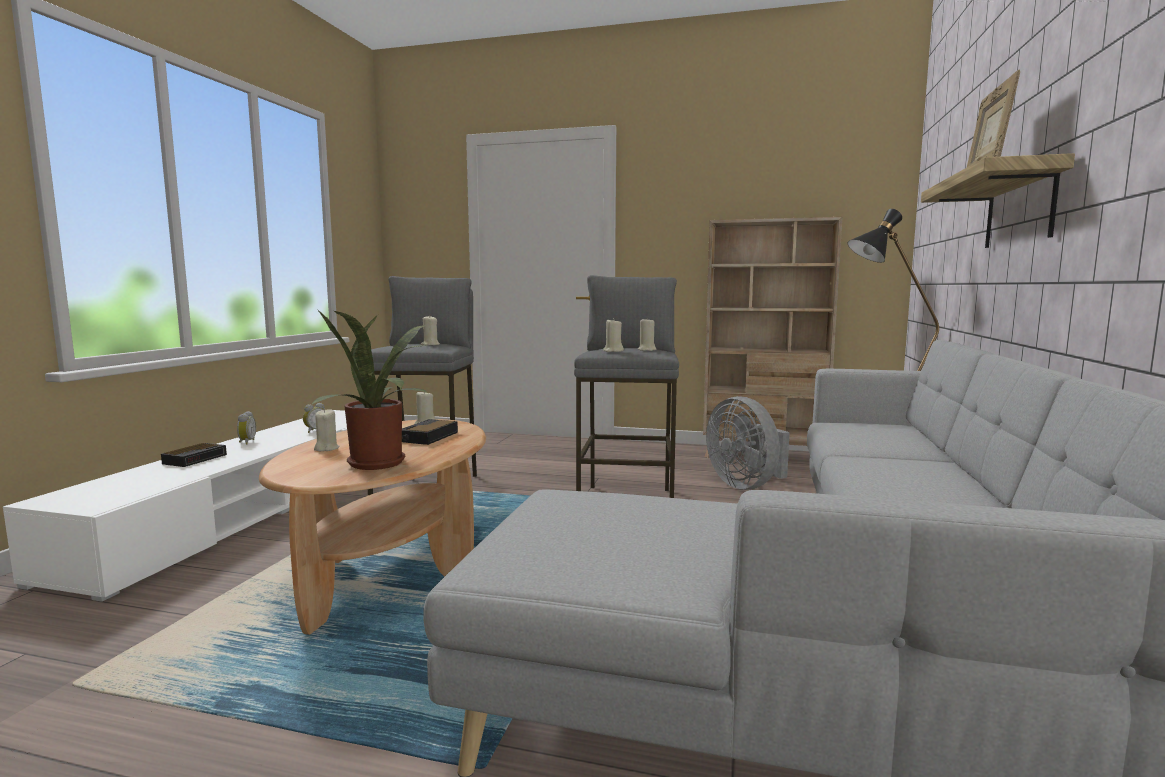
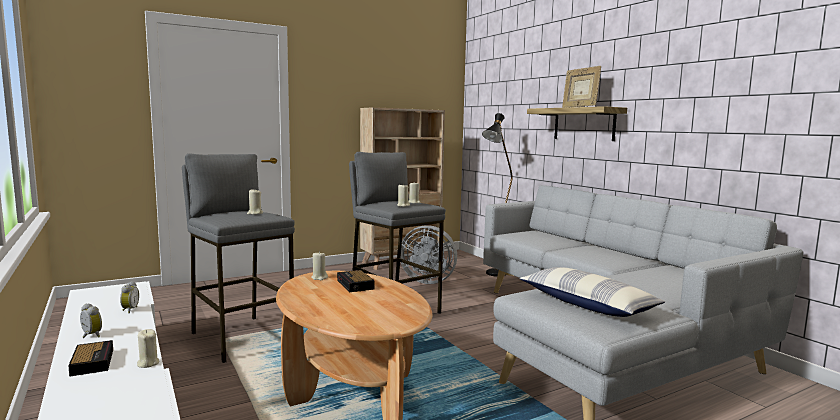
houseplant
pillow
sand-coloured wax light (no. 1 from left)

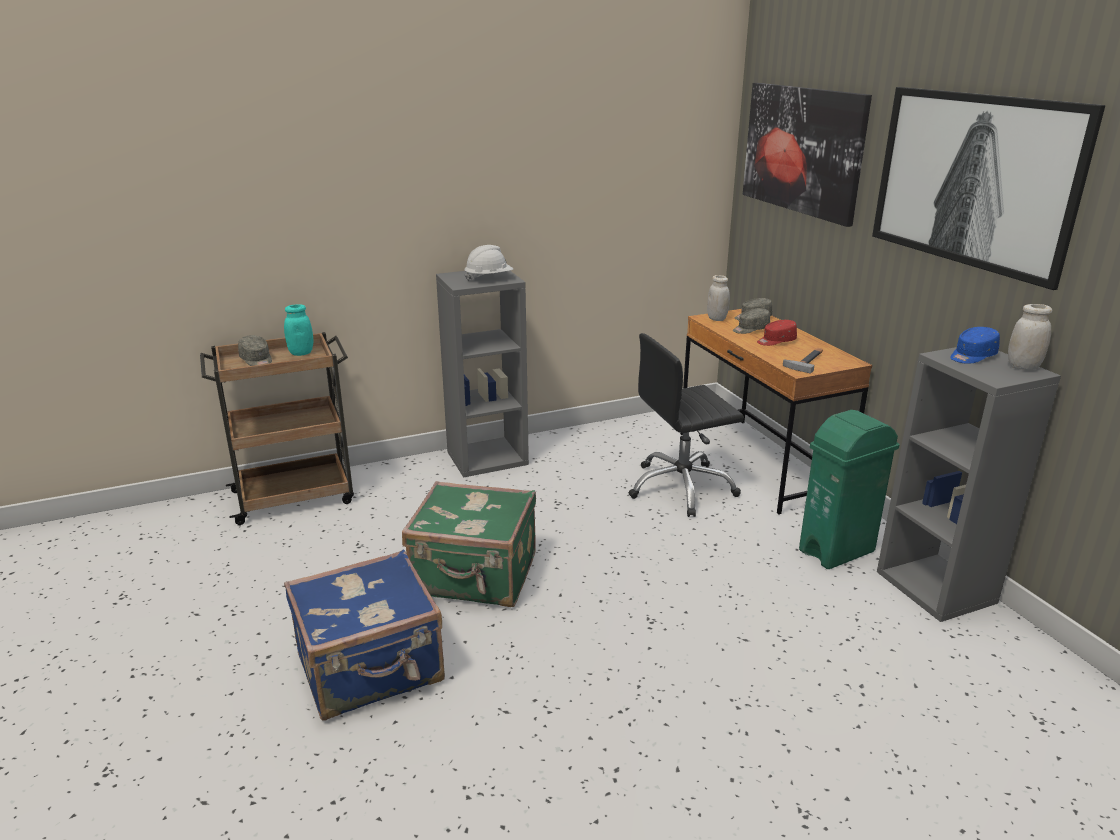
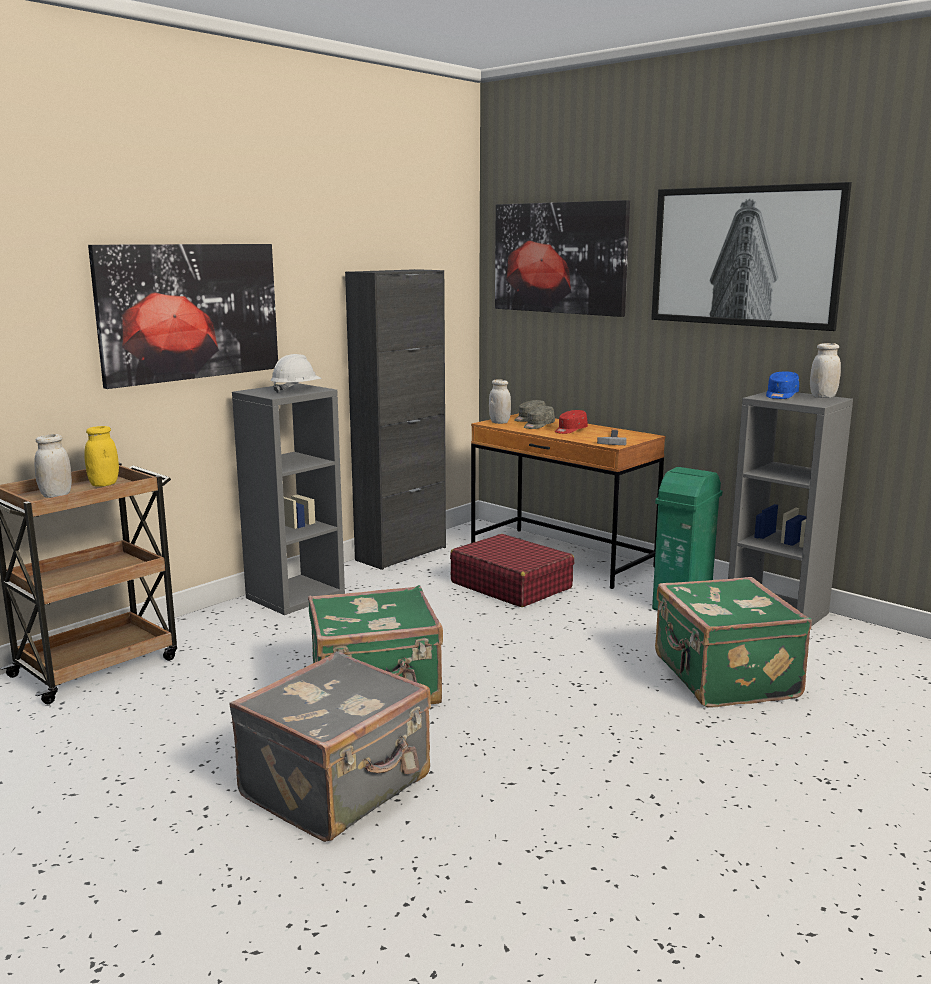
picture (no. 1 from left)
black-coloured storage cabinet
green-coloured piece of luggage (no. 2 from left)
white-coloured jar (no. 1 from left)
red piece of luggage
yellow jar
grey piece of luggage

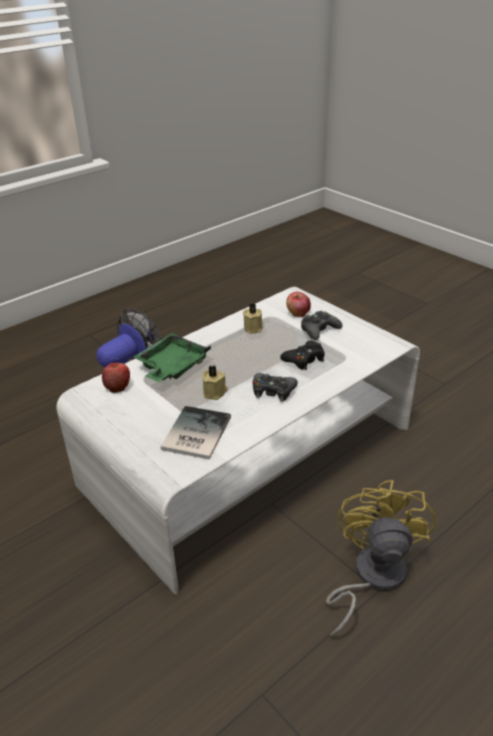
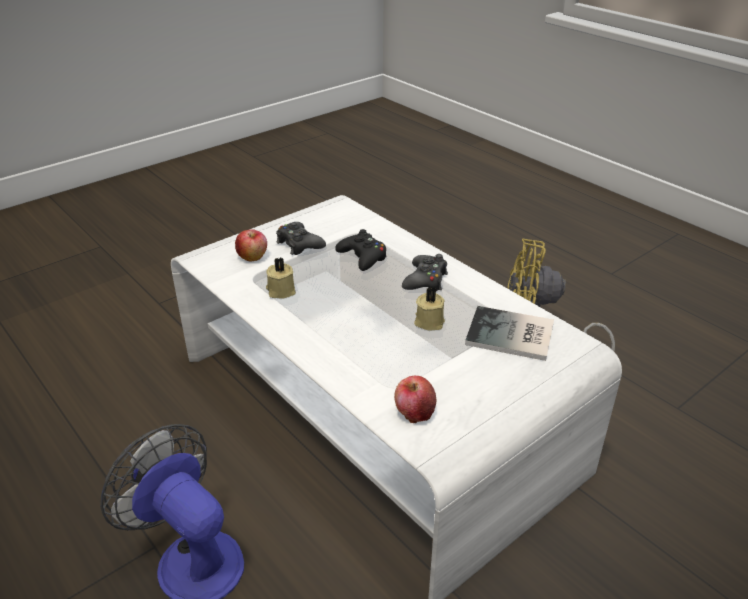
green-coloured serving tray

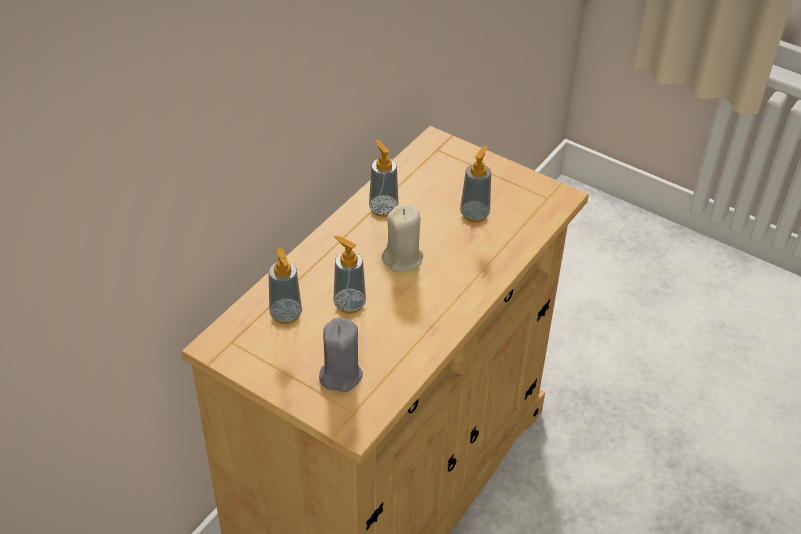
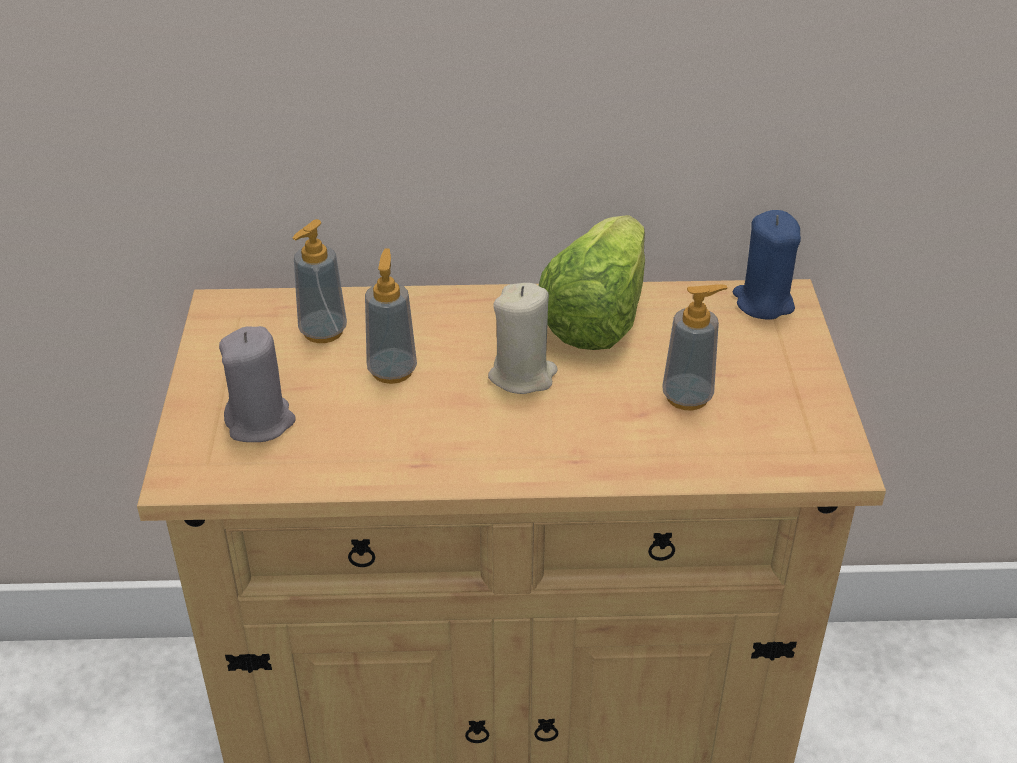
blue-coloured wax light
head of lettuce

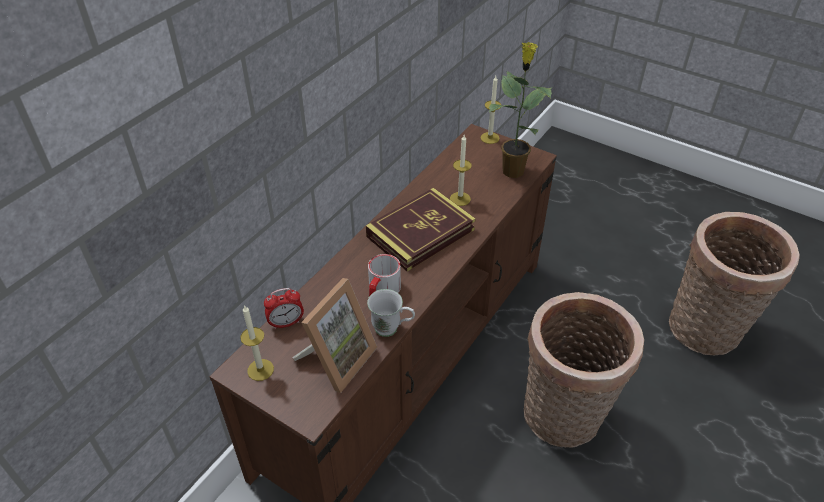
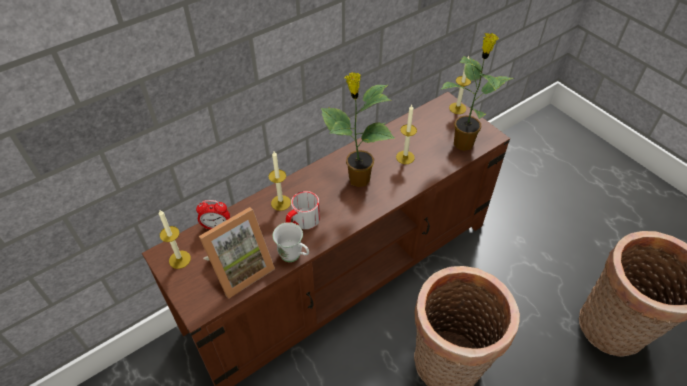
wax light (no. 2 from left)
houseplant (no. 1 from left)

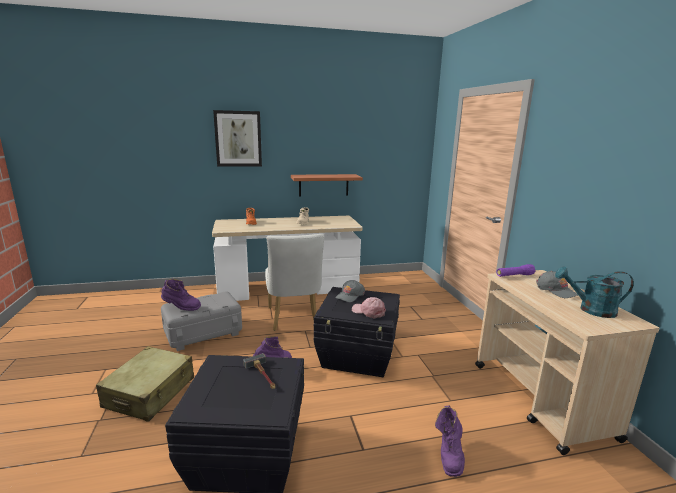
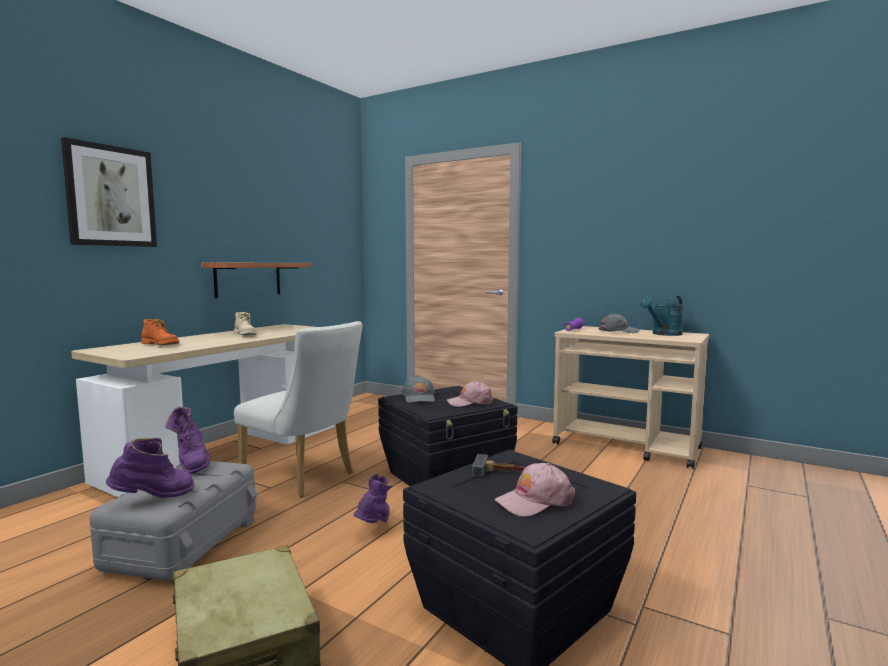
pink peaked cap (no. 2 from left)
purplish high-top boot (no. 2 from left)

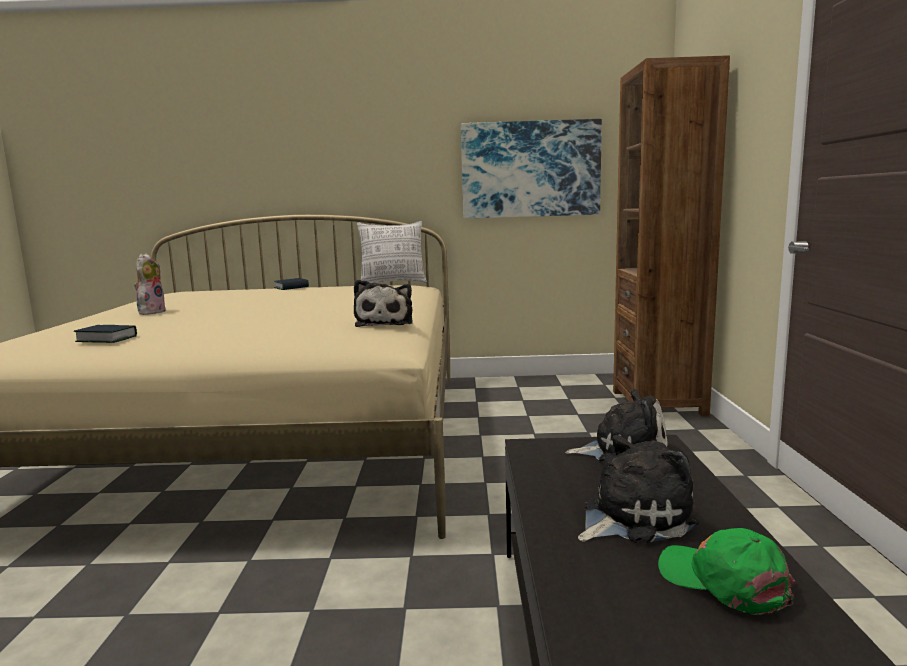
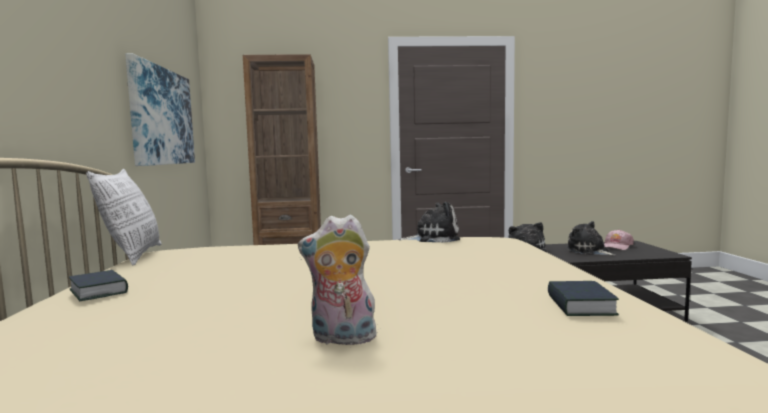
pink peaked cap

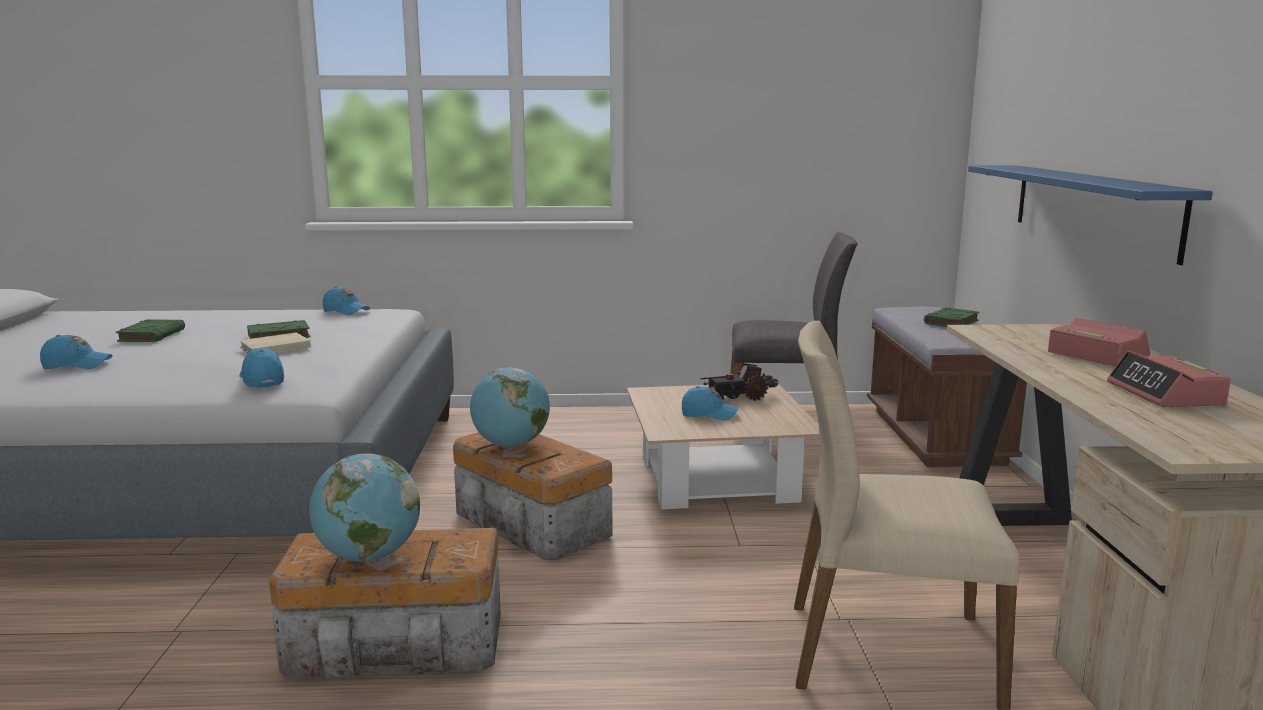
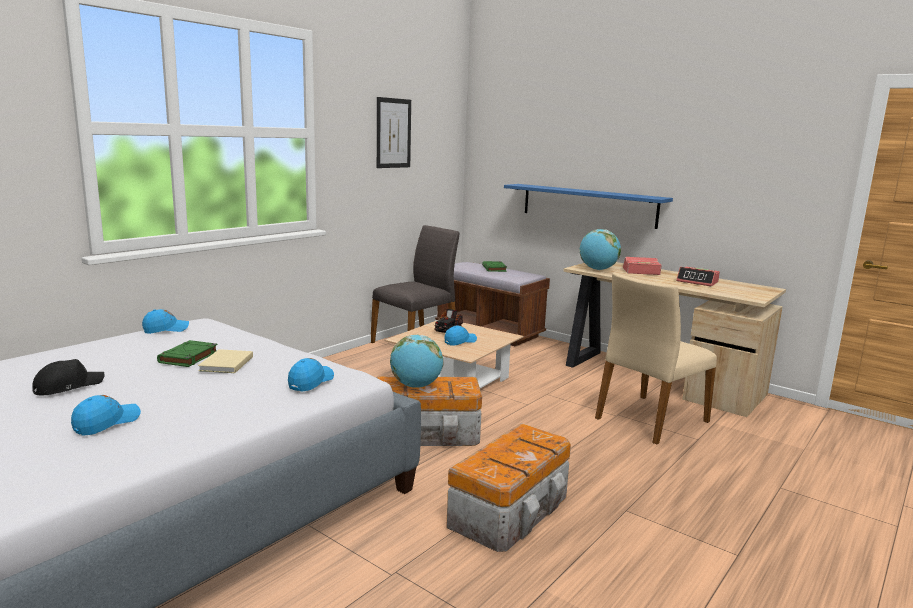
picture
globe (no. 2 from left)
black-coloured peaked cap
blue-coloured peaked cap (no. 3 from left)

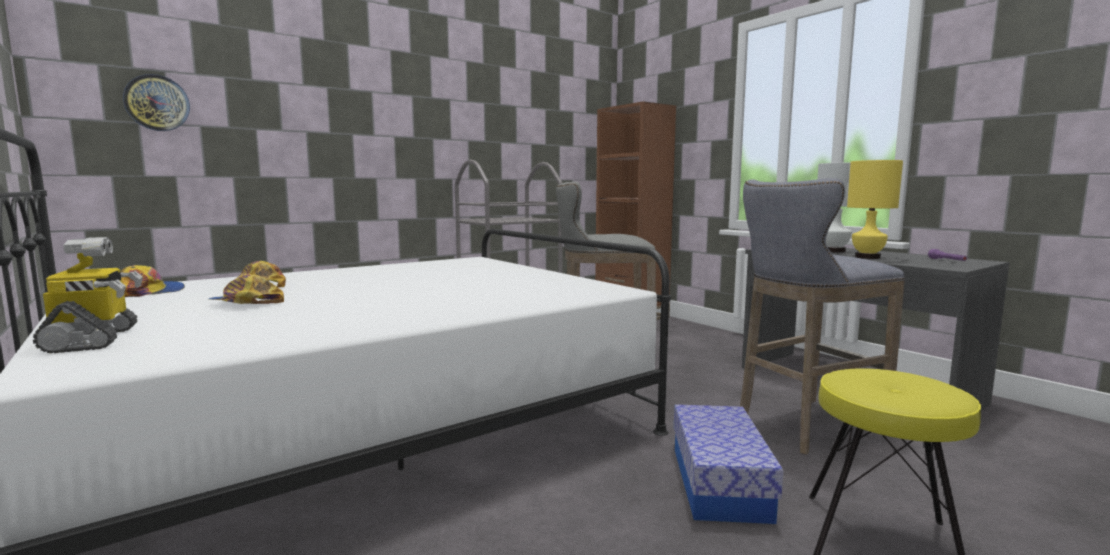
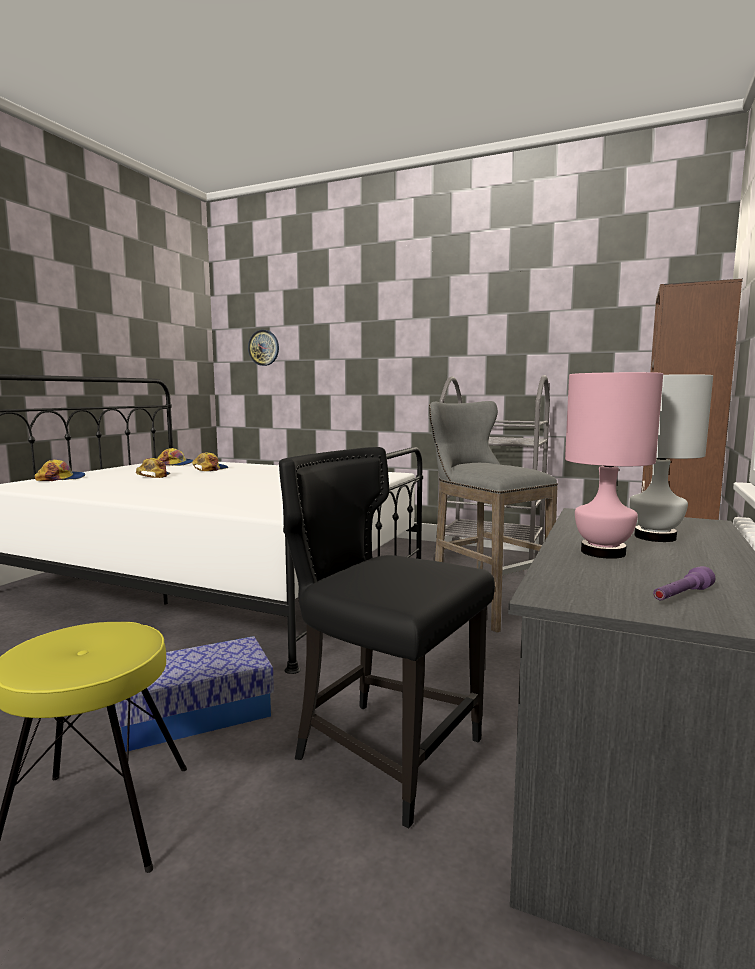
peaked cap (no. 1 from left)
black-coloured upright chair
pink lamp for a table

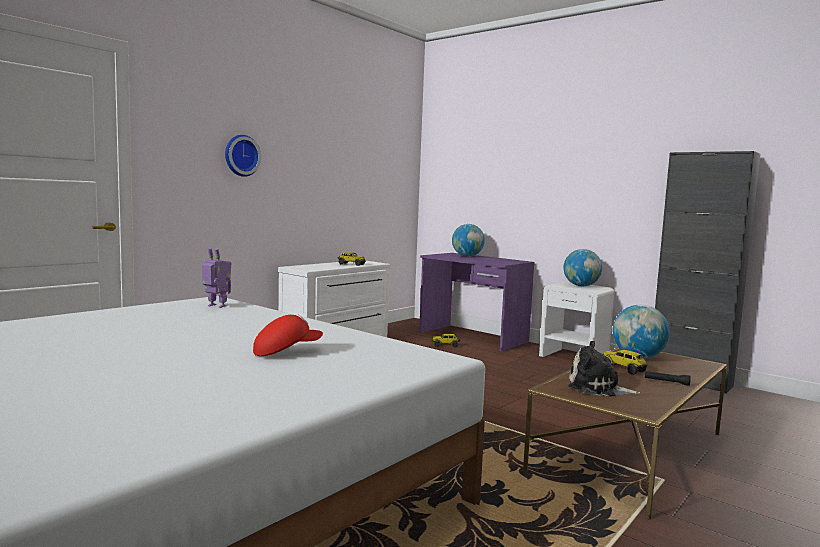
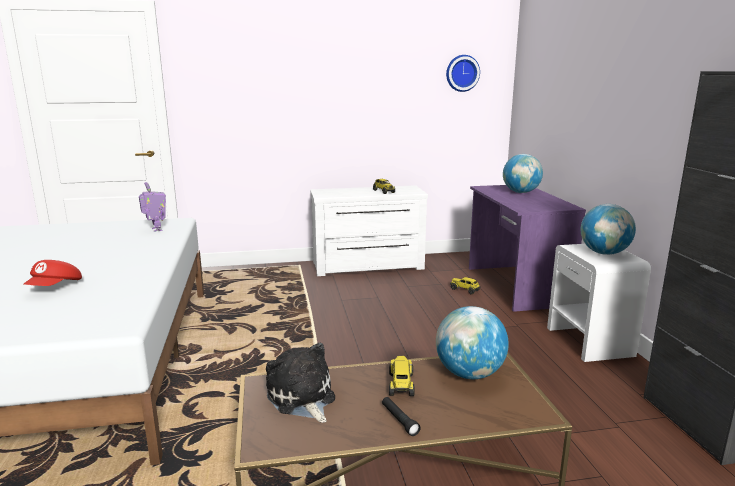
clock on the wall
red peaked cap

